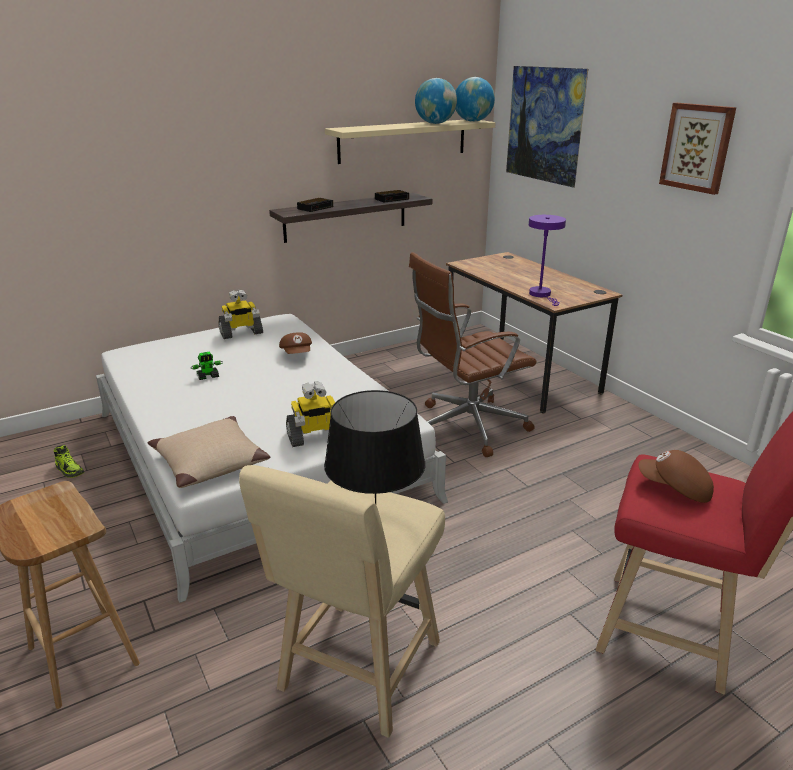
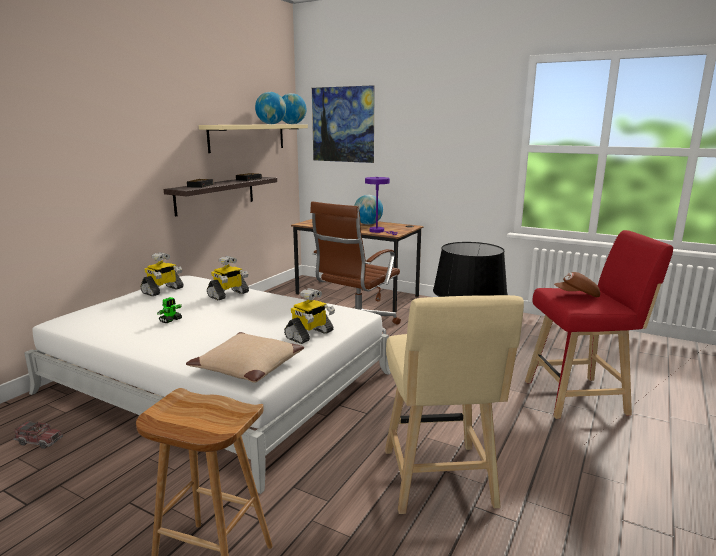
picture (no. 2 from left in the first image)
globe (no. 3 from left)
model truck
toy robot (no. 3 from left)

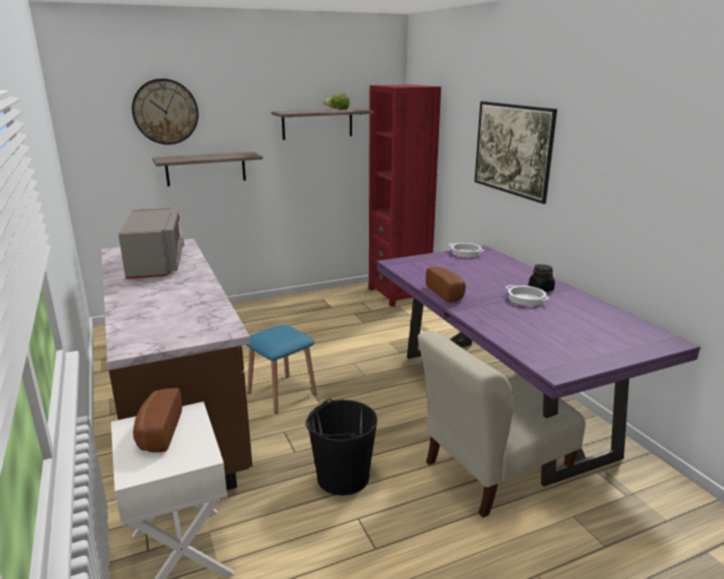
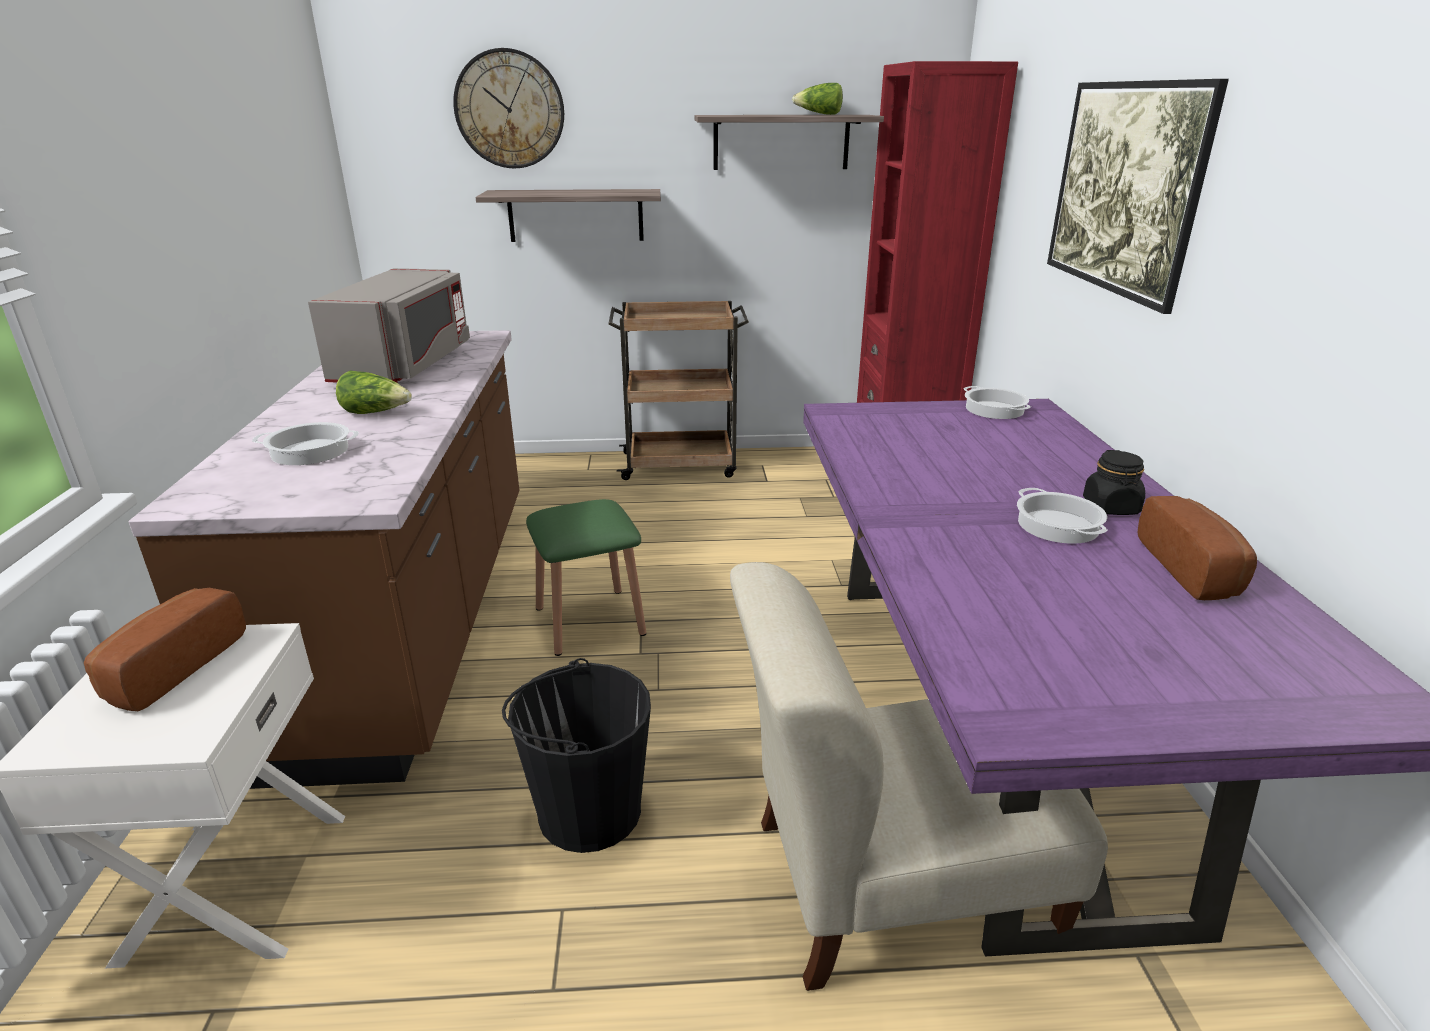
saucepot (no. 1 from left)
head of lettuce (no. 1 from left)
brownish trolley
bakery bread (no. 2 from left)
green-coloured stool seat

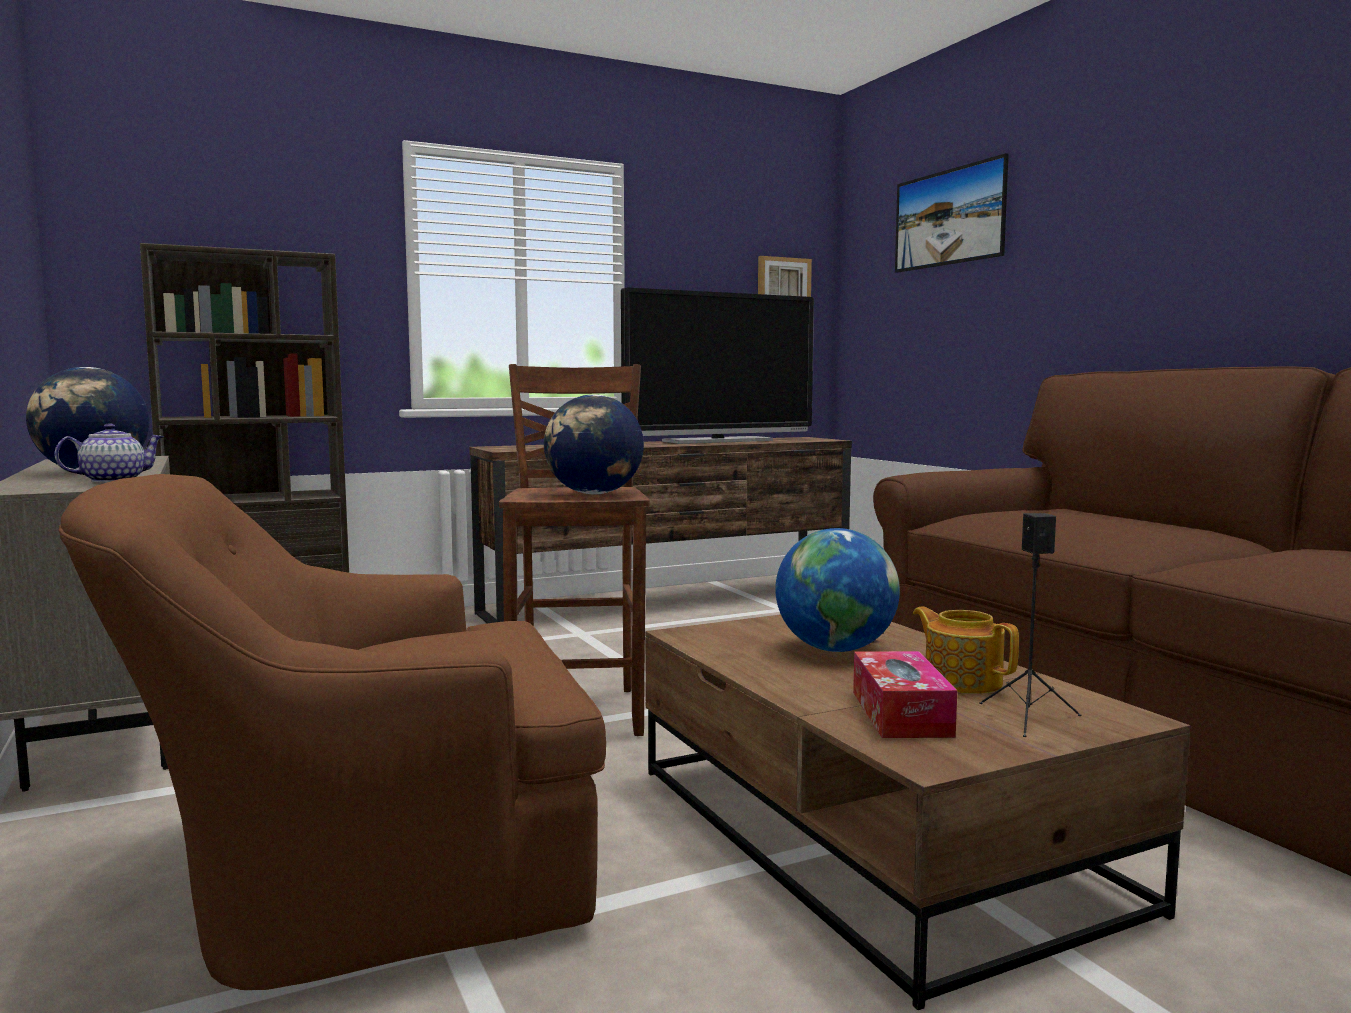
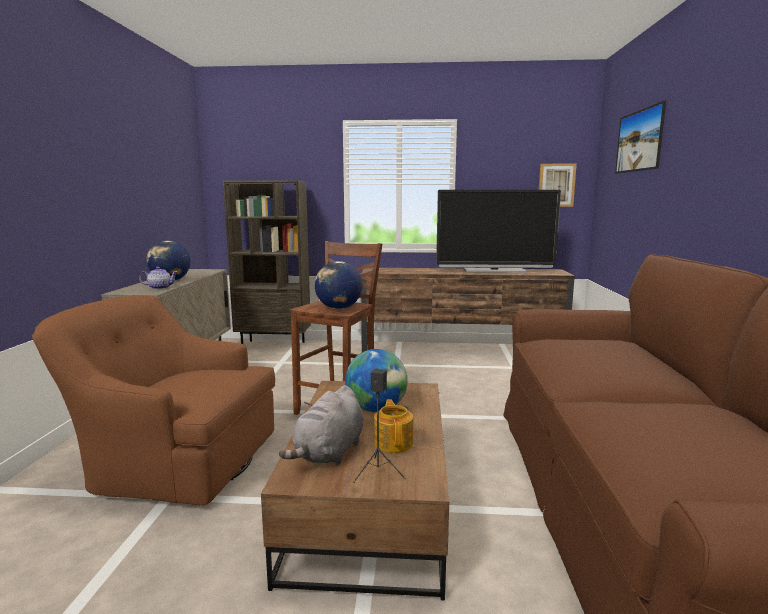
grey soft toy

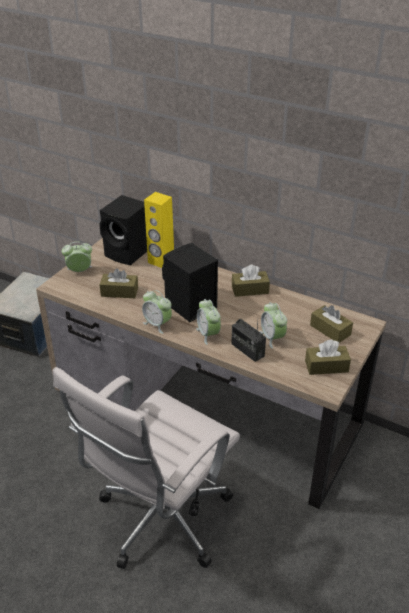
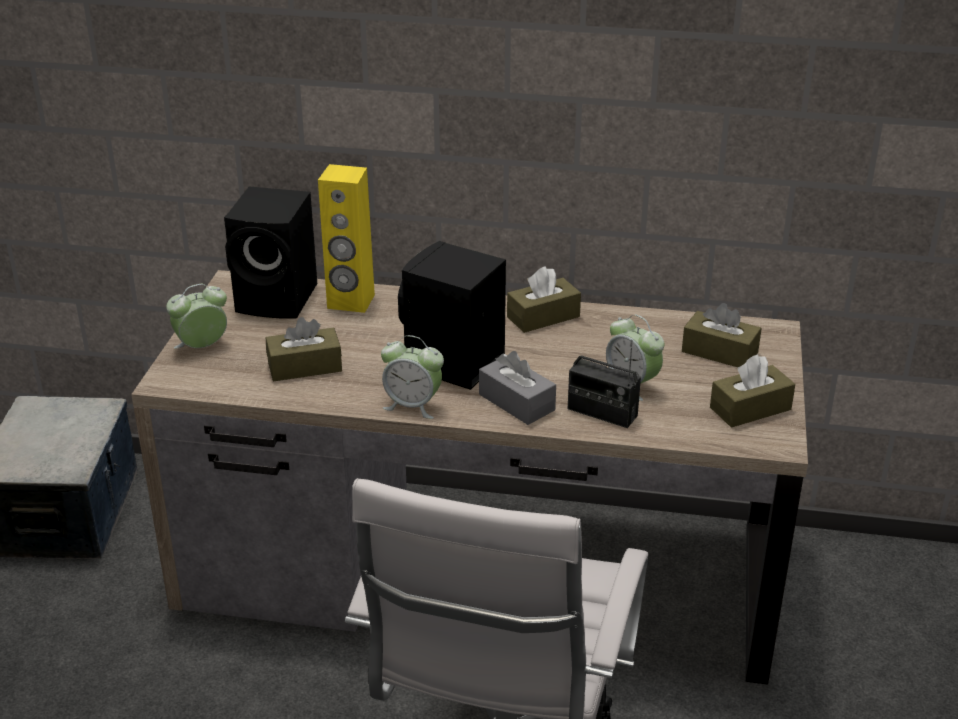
grey tissue holder

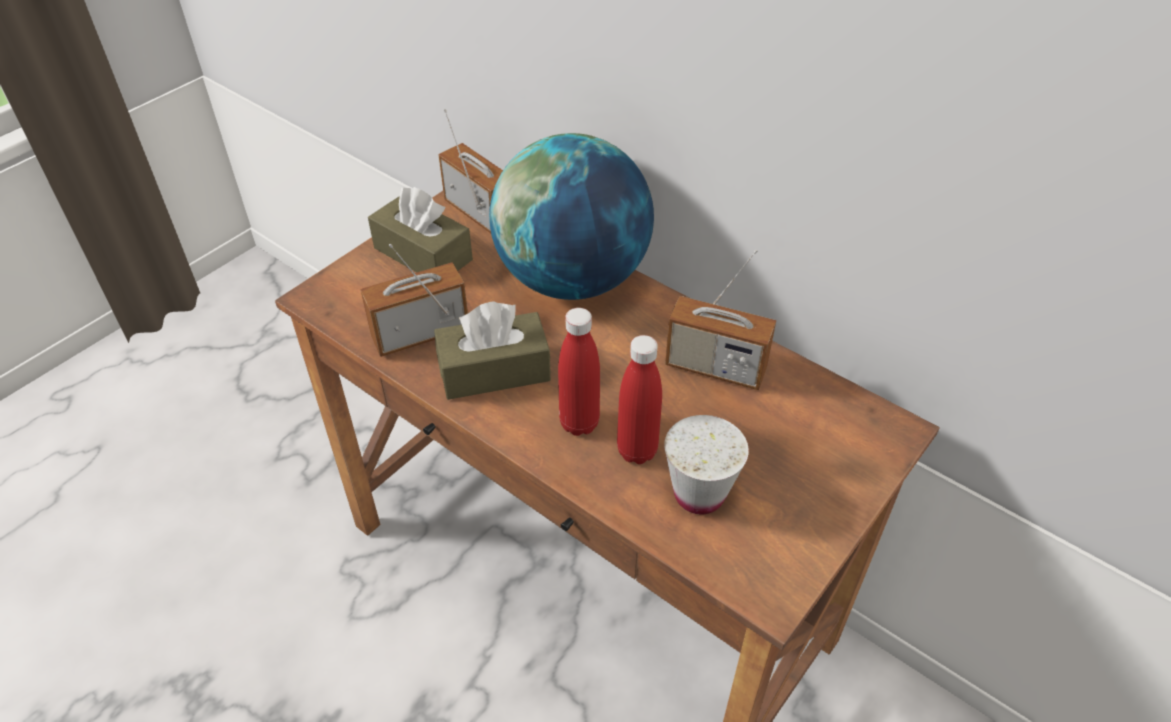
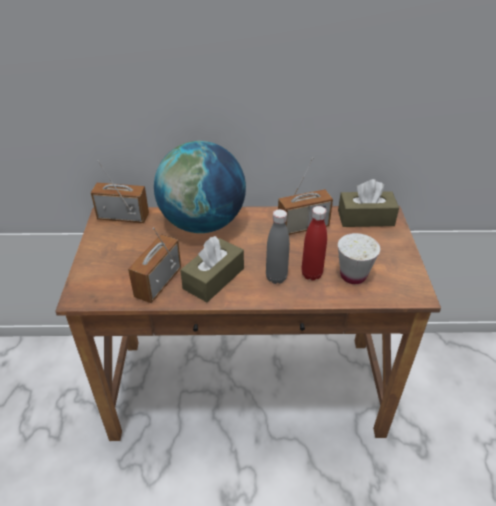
brownish tissue holder (no. 2 from left)
grey bottle

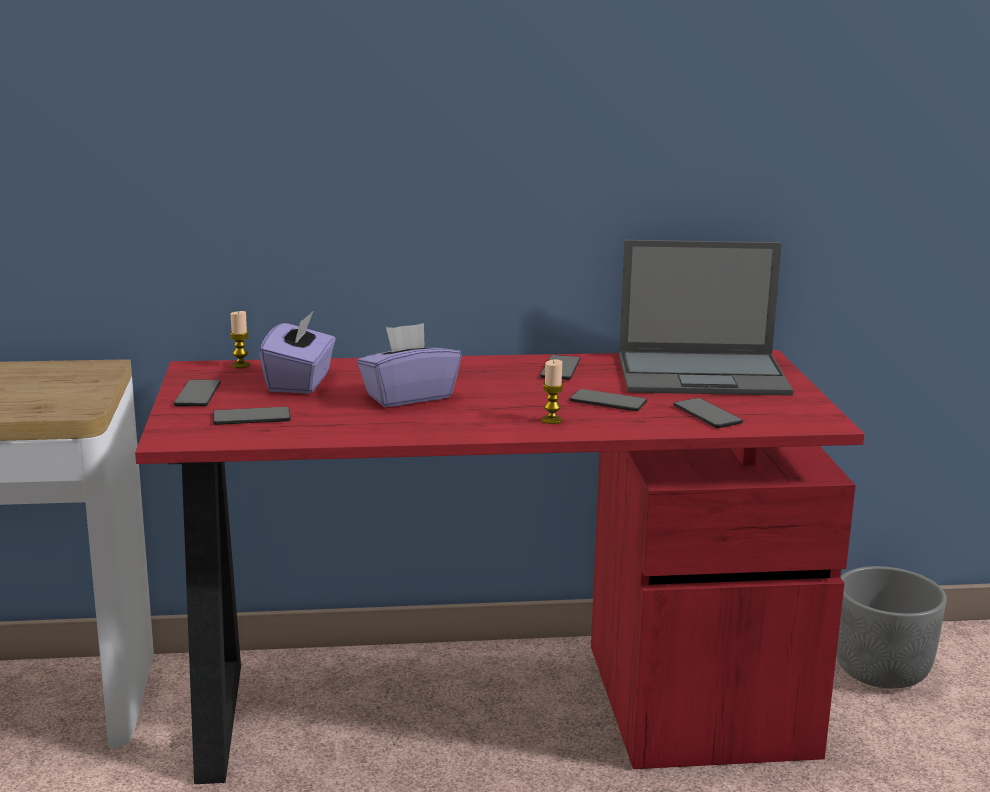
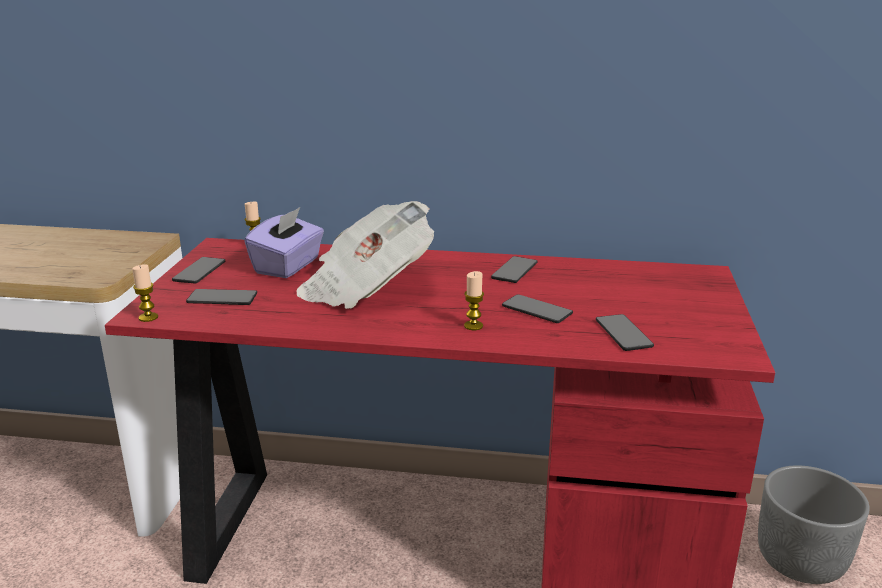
portable computer
wax light (no. 1 from left)
newspaper

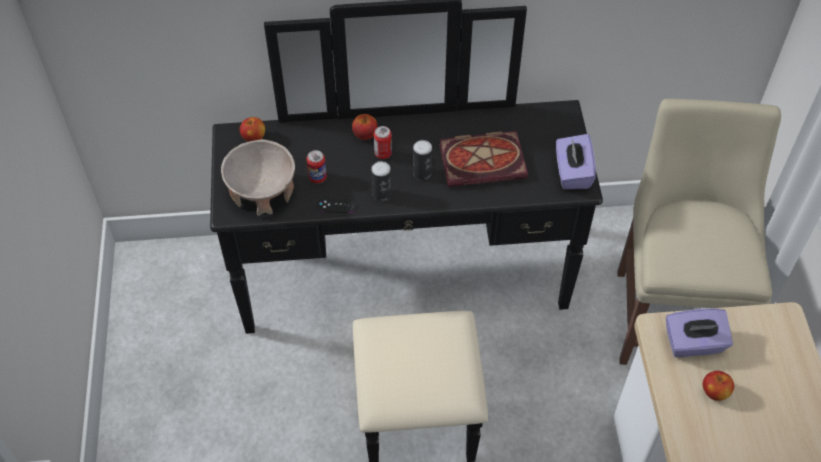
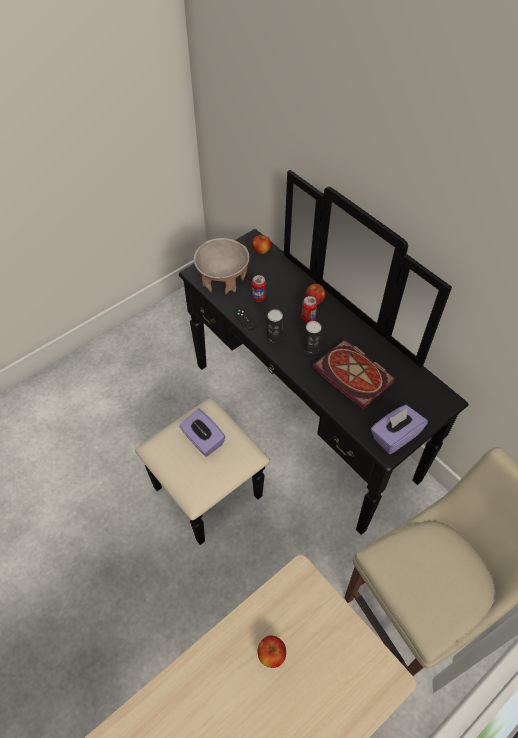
purplish tissue holder (no. 1 from left)

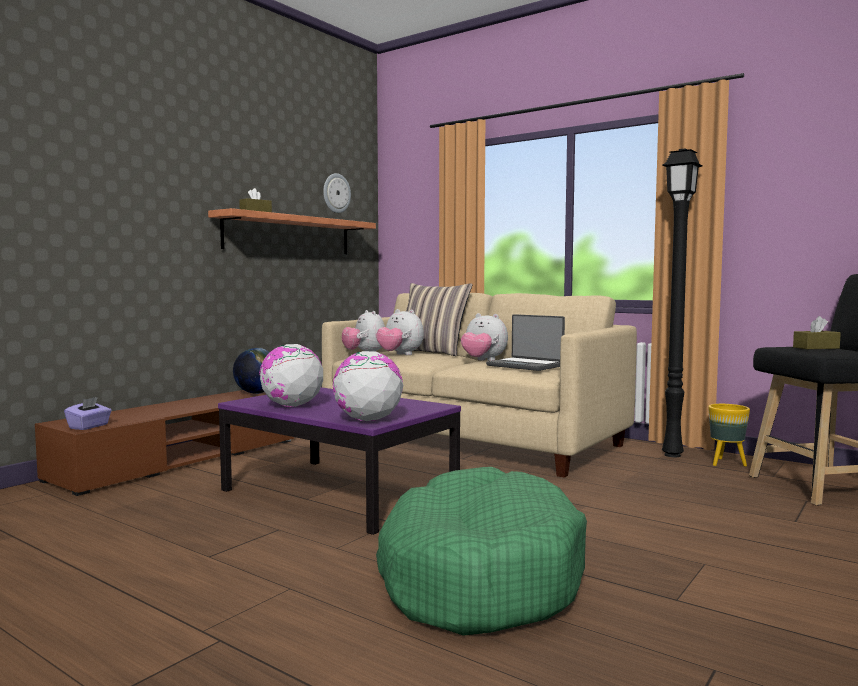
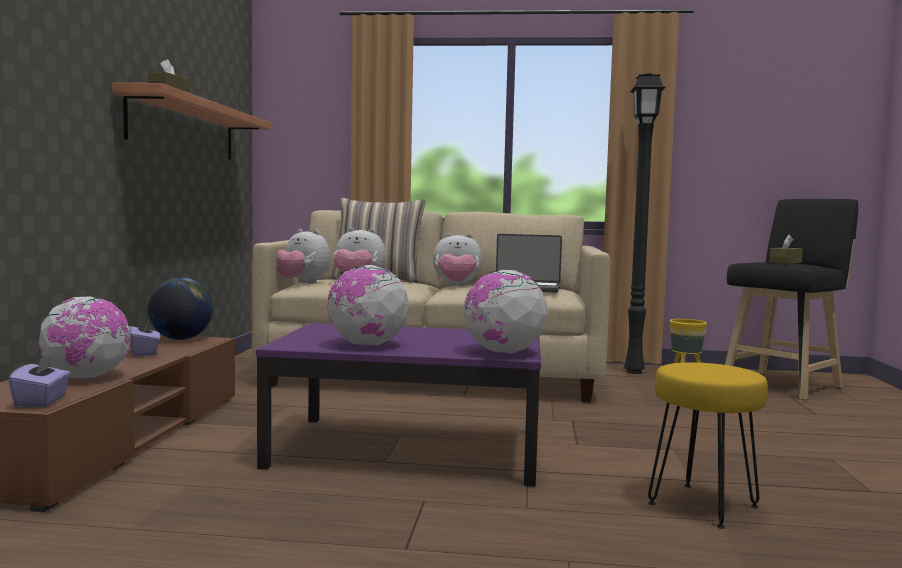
clock on the wall
globe (no. 1 from left)
purplish tissue holder (no. 2 from left)
yellow stool seat

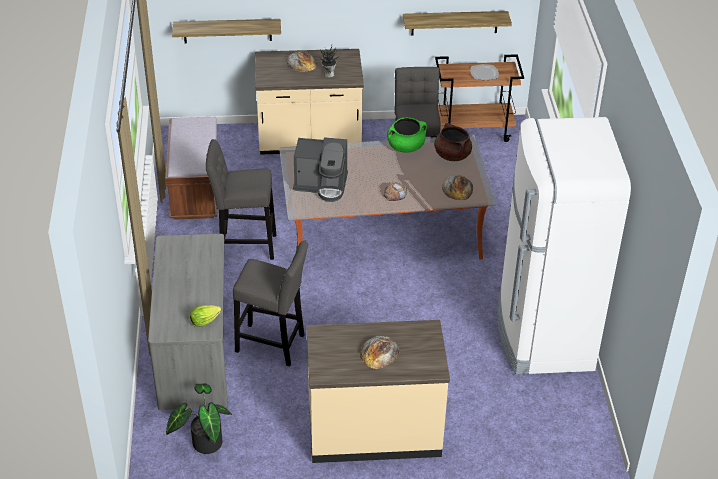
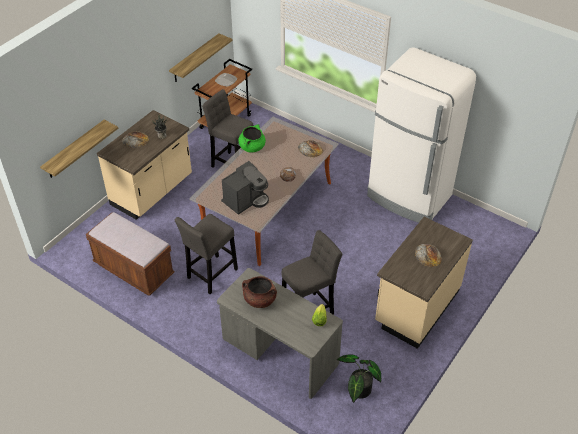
brownish saucepot

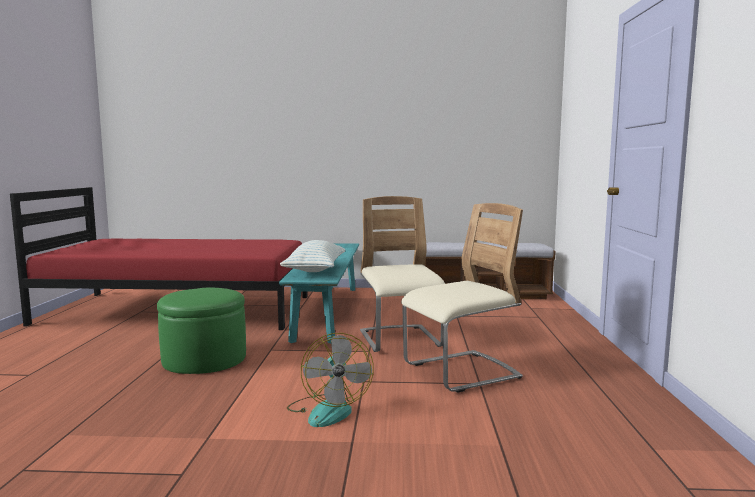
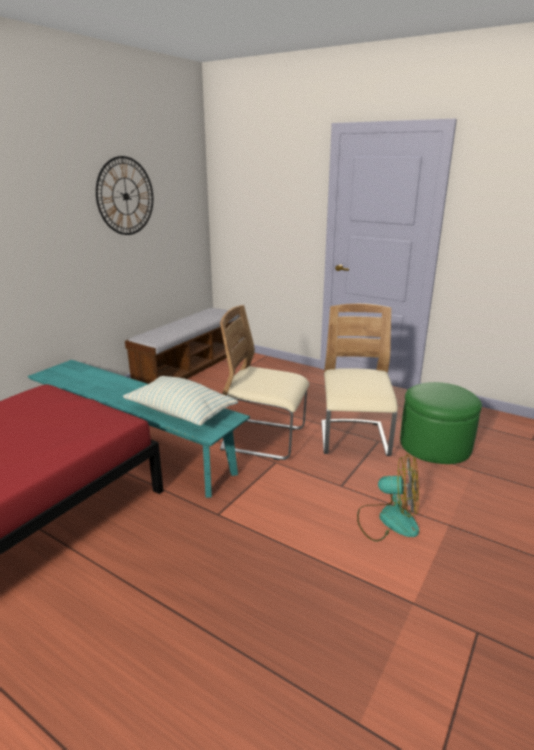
clock on the wall
green-coloured ottoman

